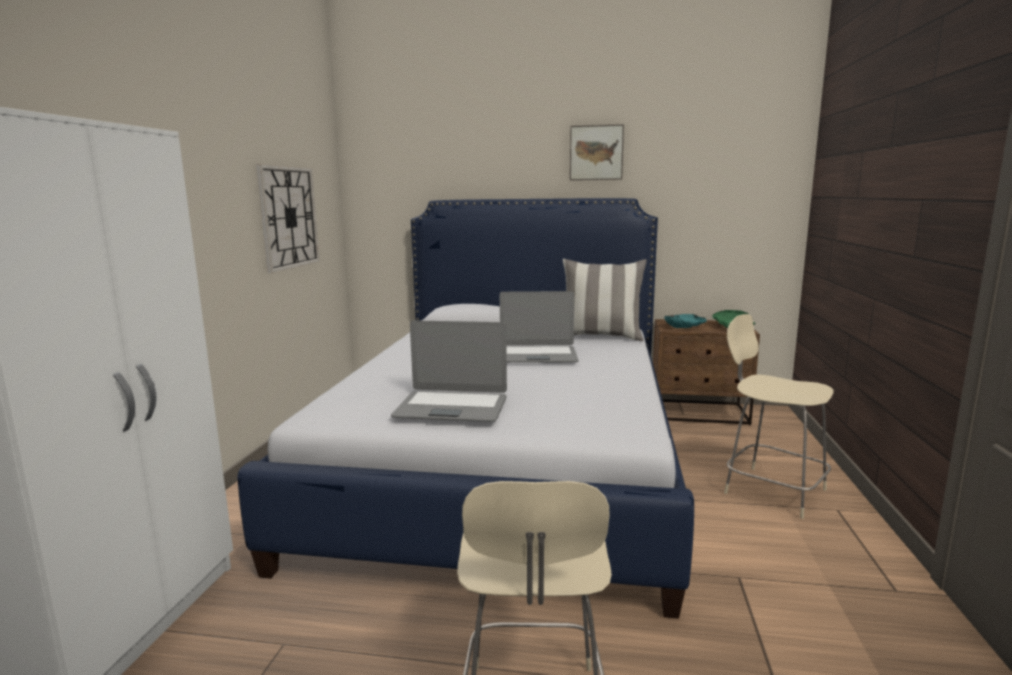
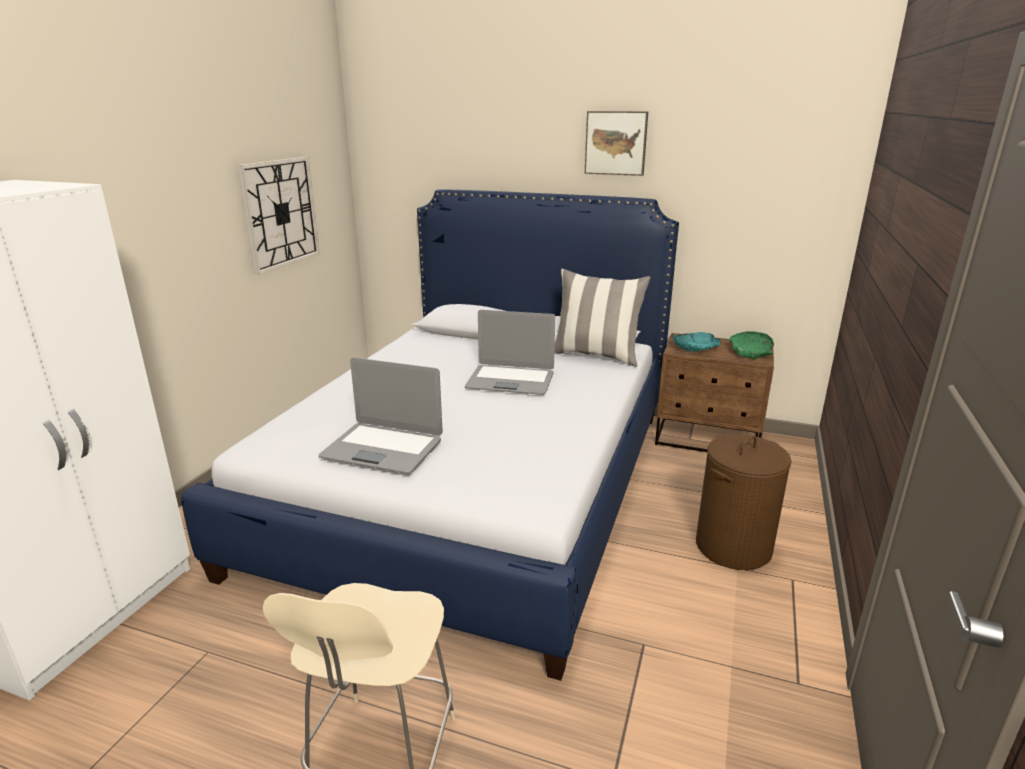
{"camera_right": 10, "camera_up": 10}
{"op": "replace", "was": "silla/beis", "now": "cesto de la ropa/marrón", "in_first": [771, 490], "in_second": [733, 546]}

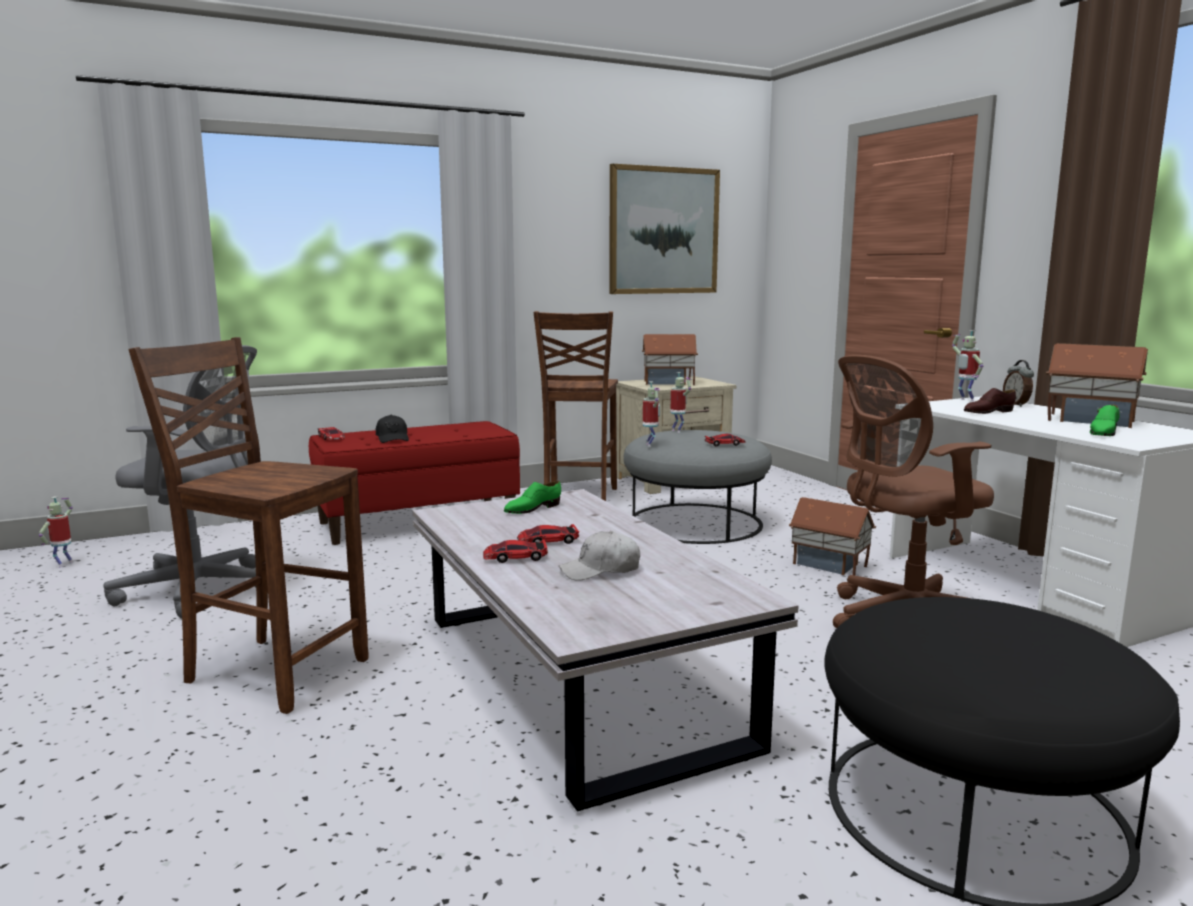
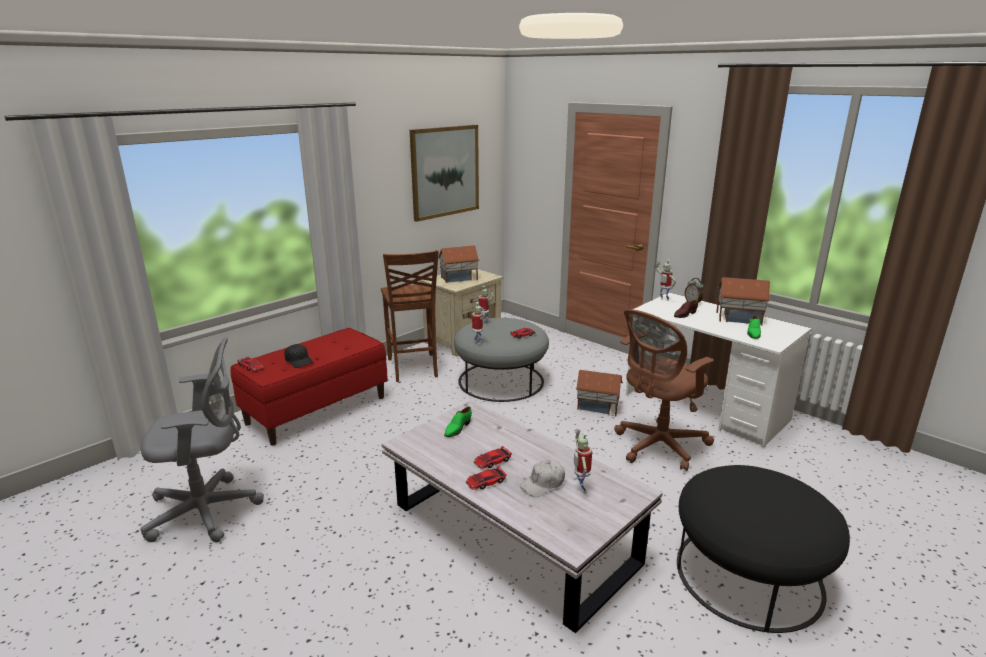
{"camera_right": -20, "camera_up": 10}
{"op": "delete", "was": "silla/marrón", "in_first": [274, 671]}
{"op": "move", "was": "robot de juguete", "in_first": [64, 564], "in_second": [580, 488]}

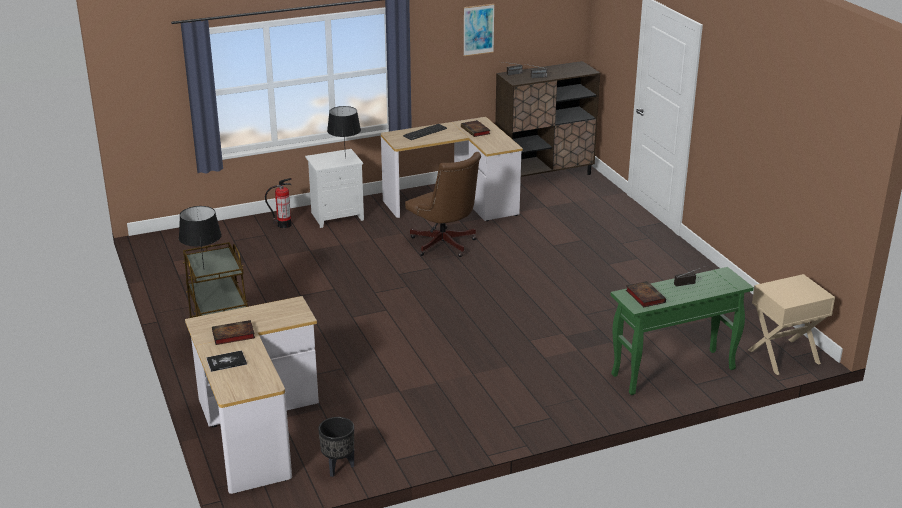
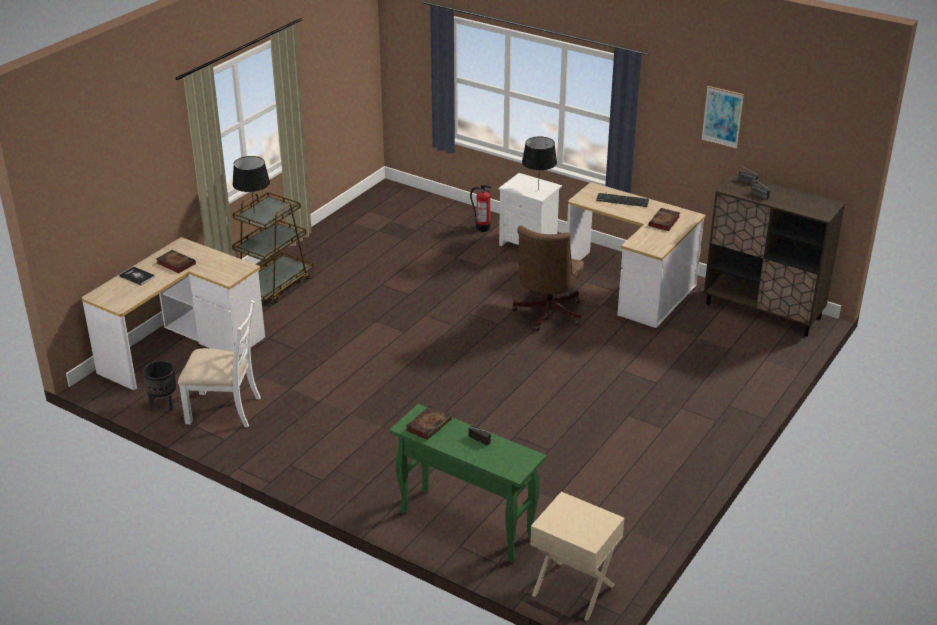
{"camera_right": 55, "camera_up": 5}
{"op": "insert", "now": "silla/blanco", "in_second": [224, 409]}

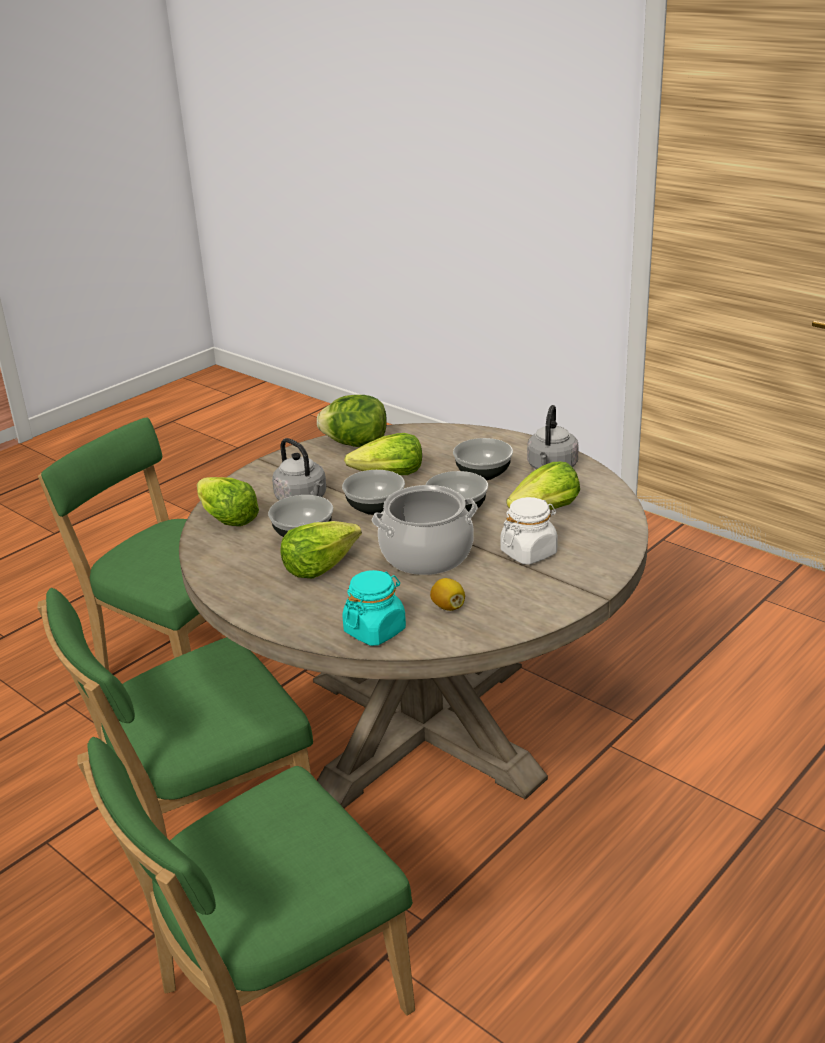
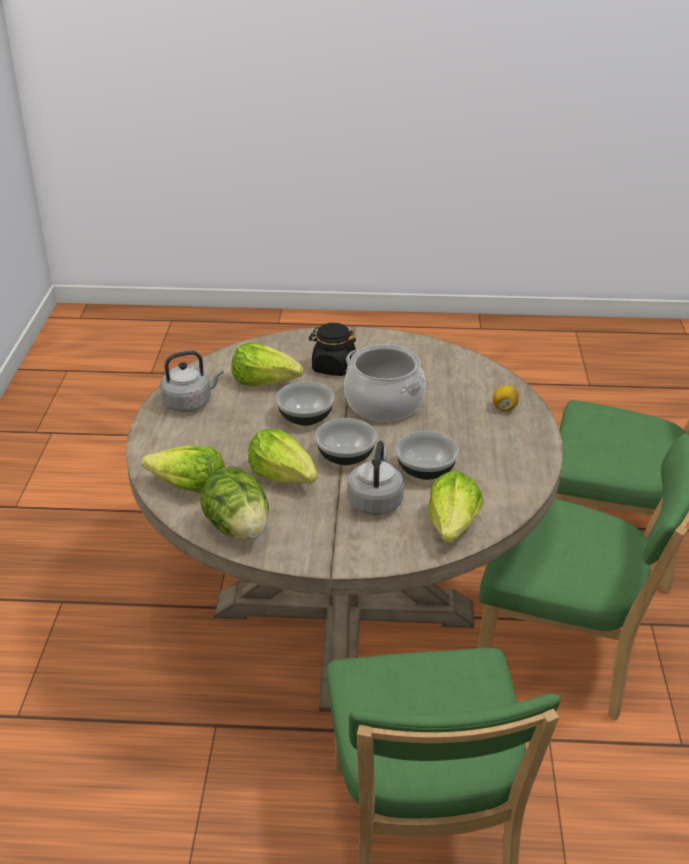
{"camera_right": -130, "camera_up": 5}
{"op": "delete", "was": "tarro/turquesa", "in_first": [375, 630]}
{"op": "delete", "was": "cuenco", "in_first": [484, 474]}
{"op": "move", "was": "lechuga", "in_first": [319, 566], "in_second": [188, 487]}
{"op": "move", "was": "limón", "in_first": [448, 607], "in_second": [504, 408]}
{"op": "recolor", "was": "tarro/blanco", "now": "tarro/negro", "in_first": [529, 553], "in_second": [333, 367]}

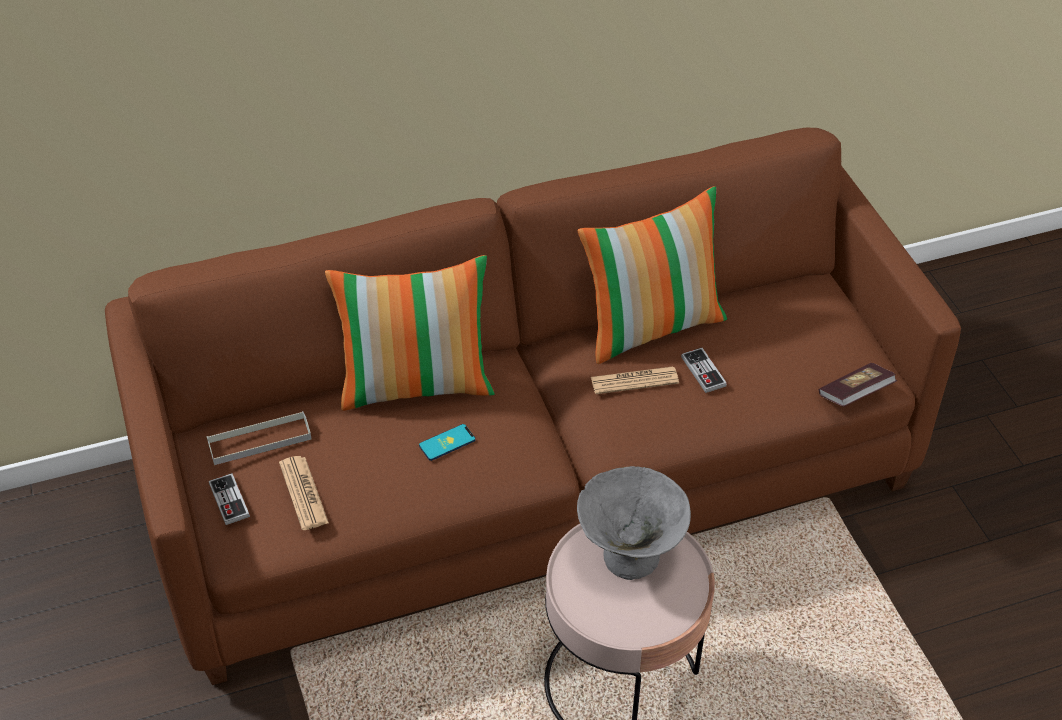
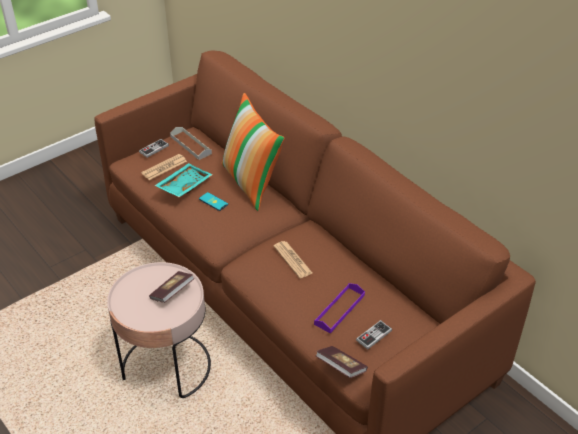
{"camera_right": 70, "camera_up": -5}
{"op": "delete", "was": "cojín", "in_first": [651, 326]}
{"op": "insert", "now": "bandeja/turquesa", "in_second": [183, 185]}
{"op": "insert", "now": "bandeja/morado", "in_second": [339, 310]}
{"op": "move", "was": "mando de consola", "in_first": [703, 371], "in_second": [374, 335]}
{"op": "replace", "was": "cuenco/gris", "now": "libro", "in_first": [630, 555], "in_second": [172, 293]}

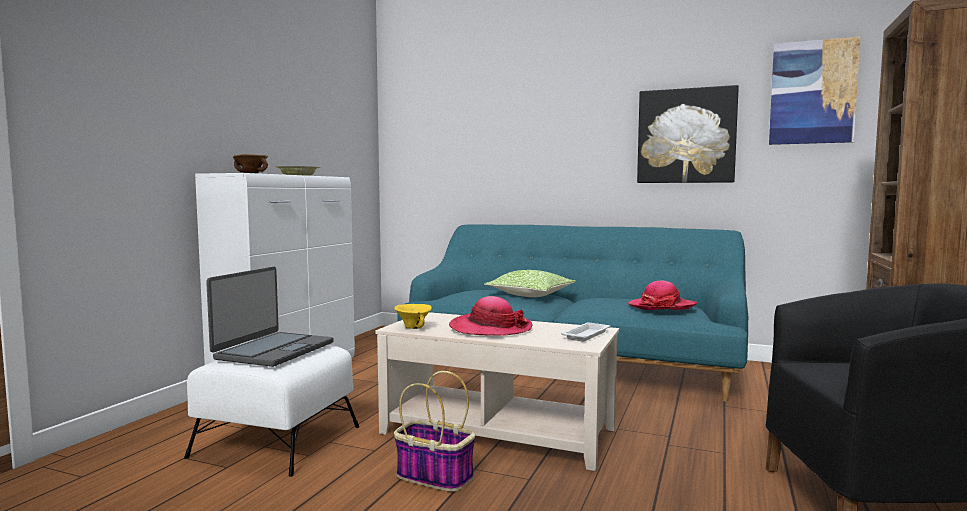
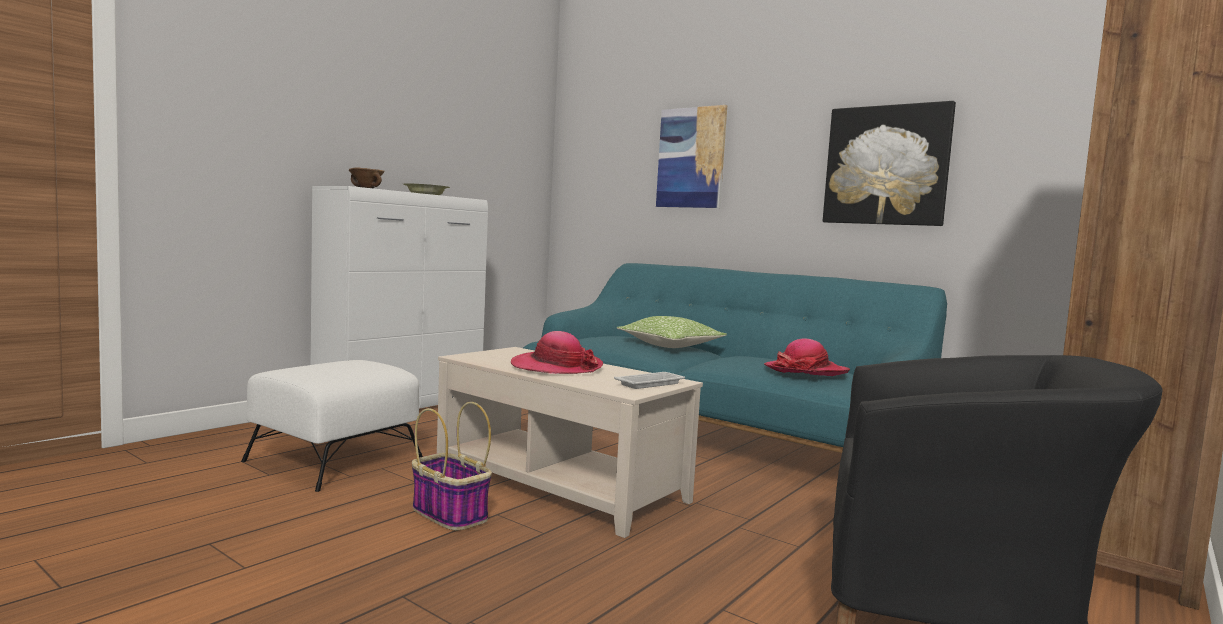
{"camera_right": 15, "camera_up": 0}
{"op": "delete", "was": "portátil", "in_first": [274, 350]}
{"op": "delete", "was": "cuenco/amarillo", "in_first": [412, 327]}
{"op": "move", "was": "cuadro", "in_first": [812, 92], "in_second": [691, 158]}

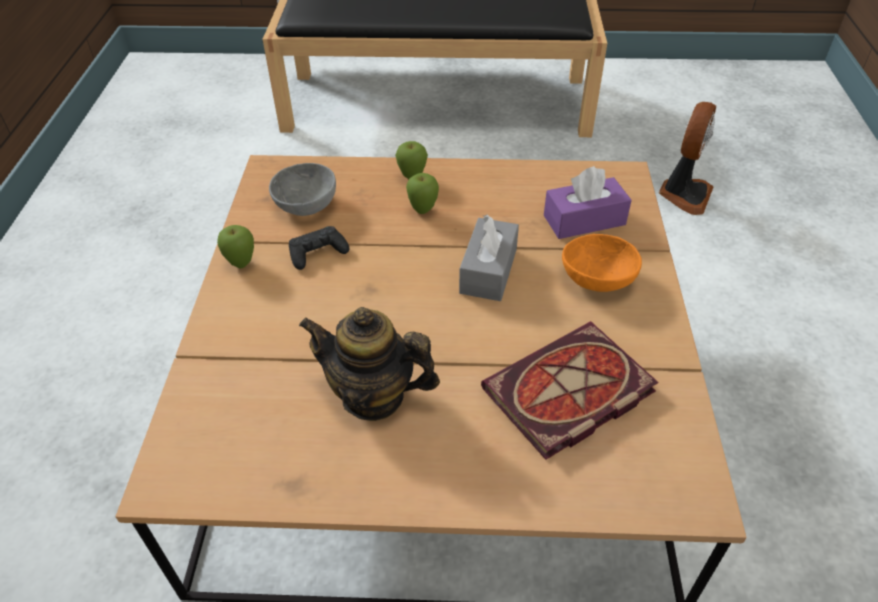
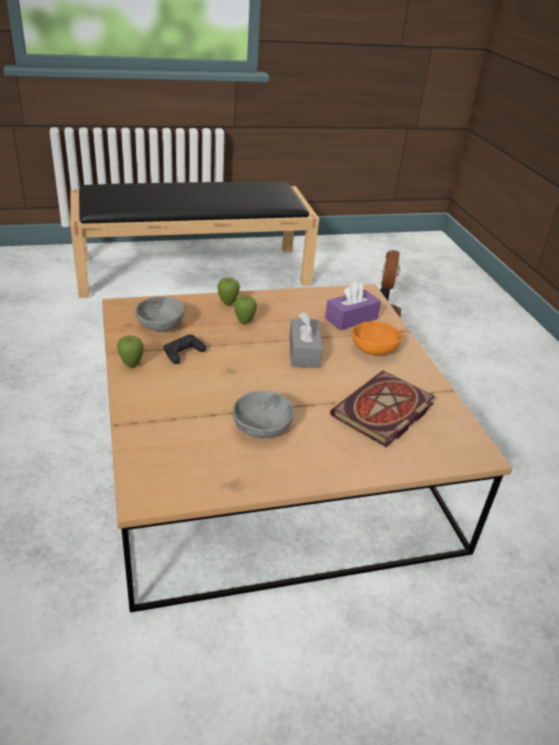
{"camera_right": -20, "camera_up": -10}
{"op": "replace", "was": "tetera", "now": "cuenco/gris", "in_first": [373, 396], "in_second": [262, 429]}

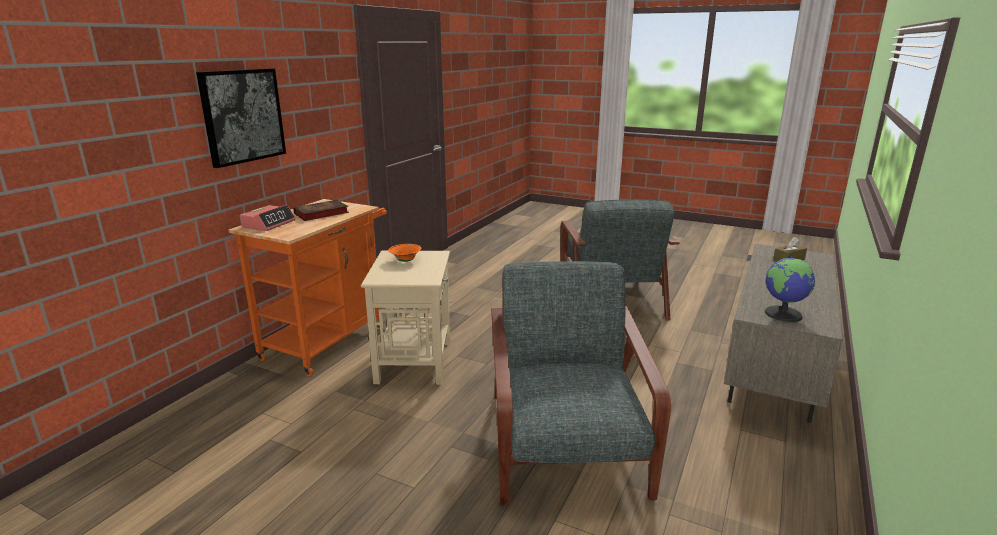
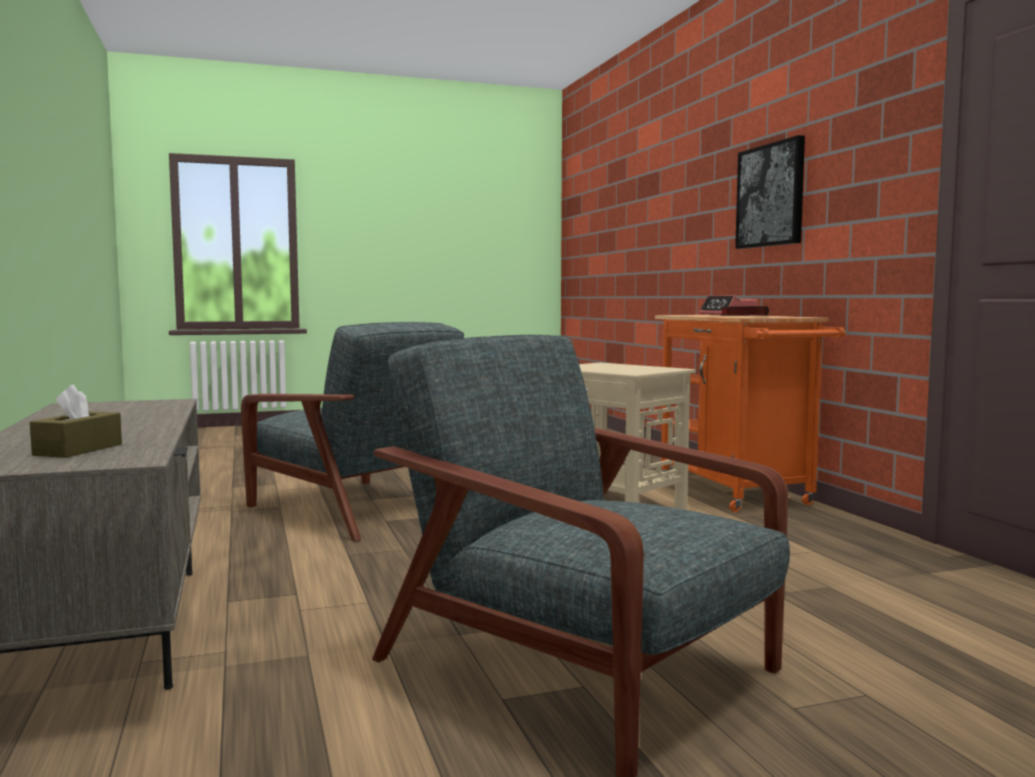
{"camera_right": 135, "camera_up": -15}
{"op": "delete", "was": "cuenco/naranja", "in_first": [405, 261]}
{"op": "delete", "was": "globo terráqueo", "in_first": [784, 314]}

